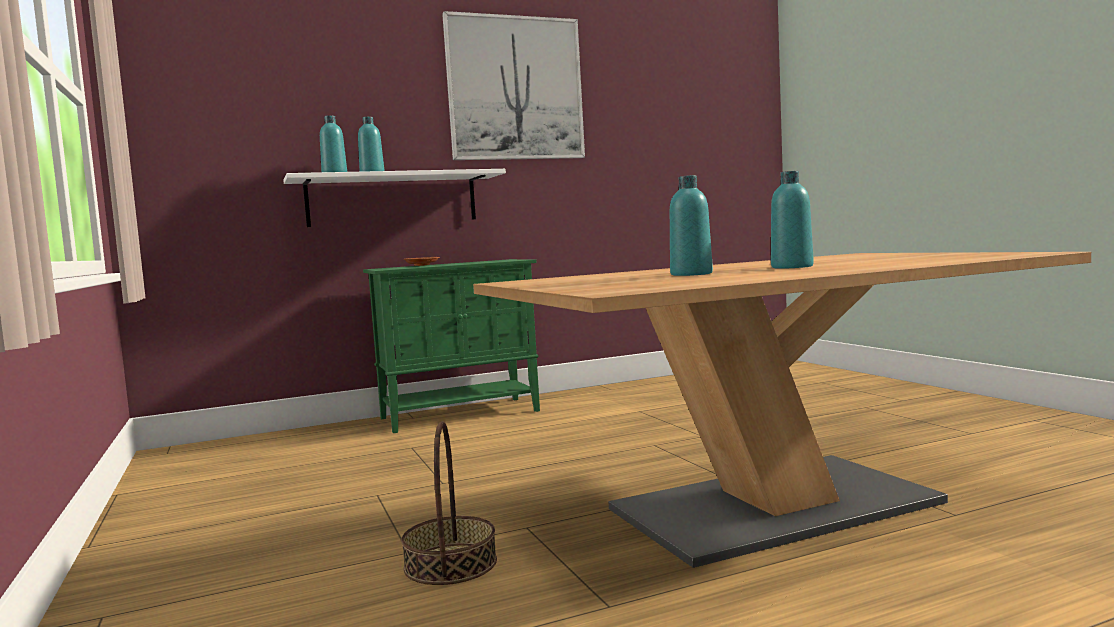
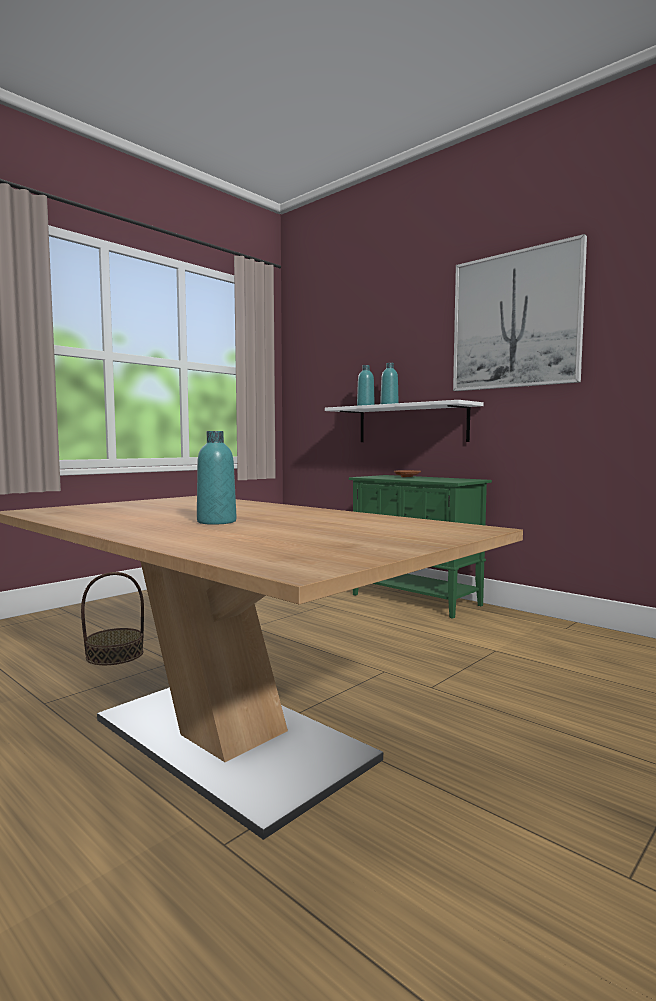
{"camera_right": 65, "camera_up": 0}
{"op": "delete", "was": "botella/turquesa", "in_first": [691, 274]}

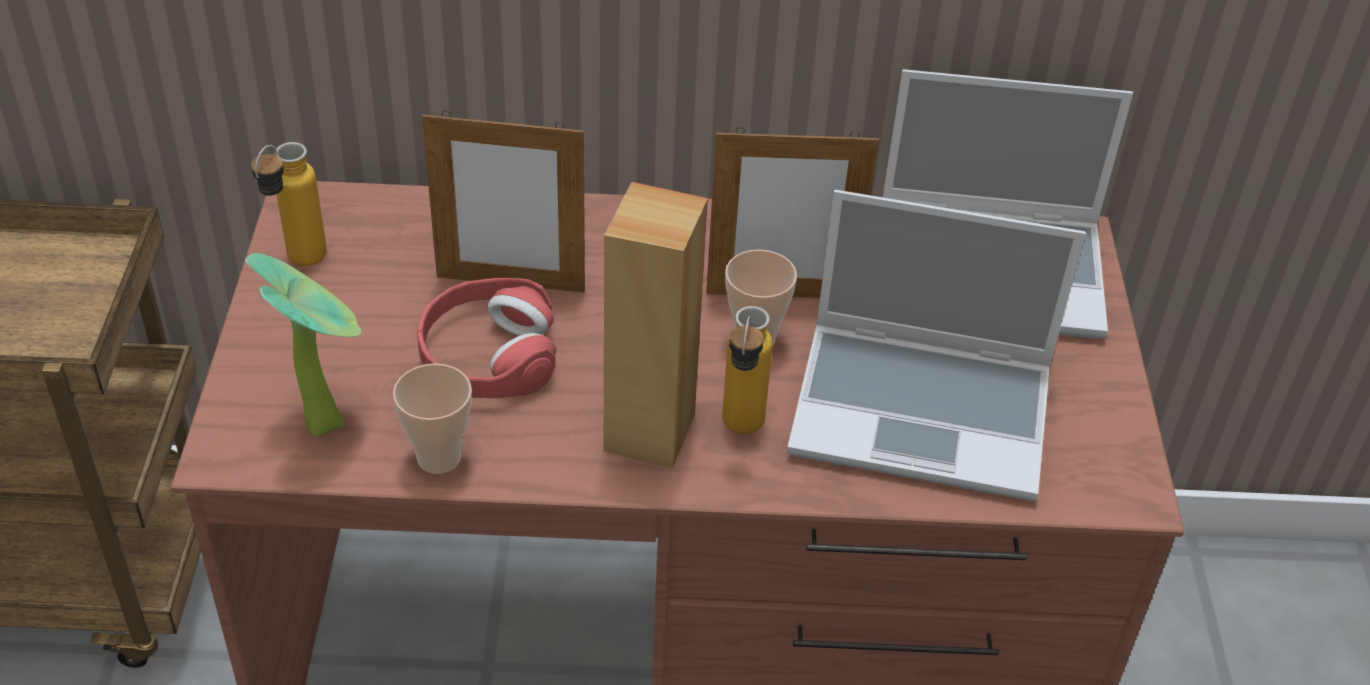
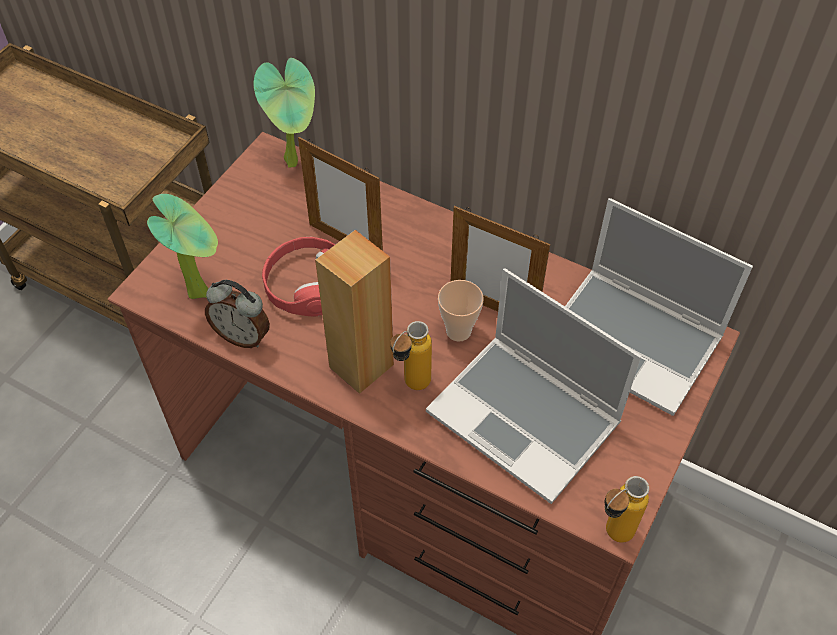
{"camera_right": 30, "camera_up": 10}
{"op": "insert", "now": "planta en maceta", "in_second": [295, 161]}
{"op": "move", "was": "botella", "in_first": [298, 265], "in_second": [611, 537]}
{"op": "replace", "was": "taza", "now": "despertador", "in_first": [439, 458], "in_second": [243, 336]}

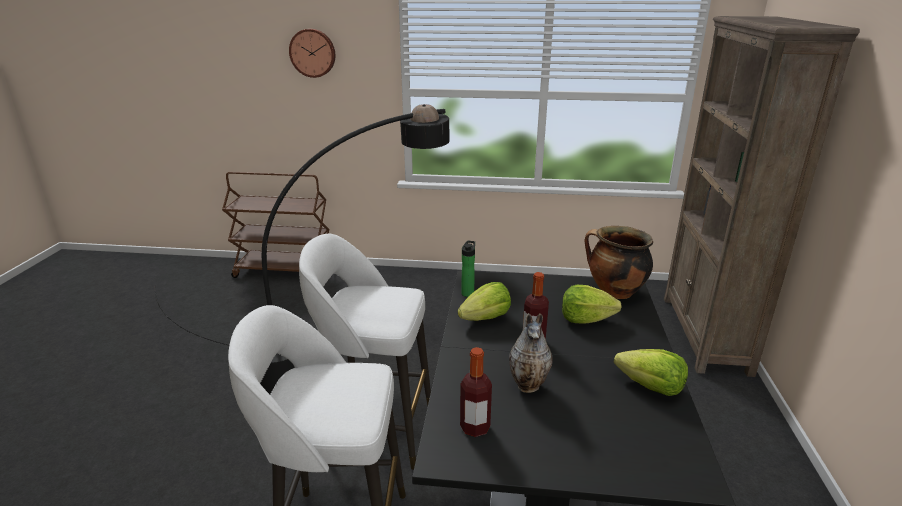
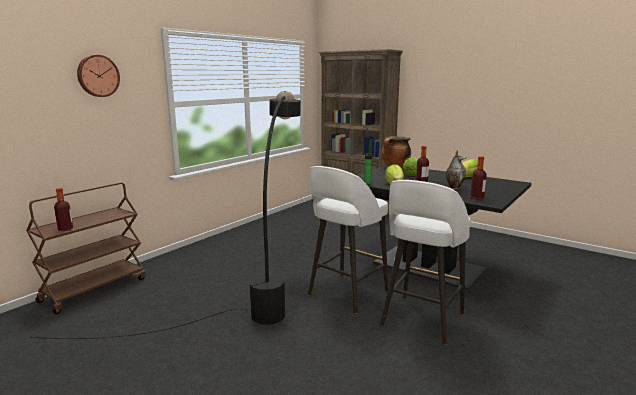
{"camera_right": -60, "camera_up": -10}
{"op": "insert", "now": "botella", "in_second": [65, 229]}

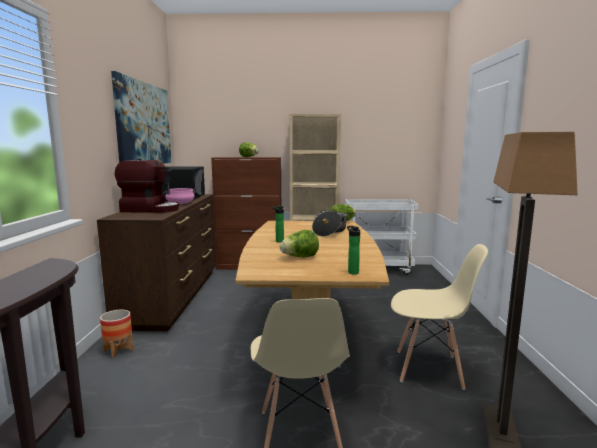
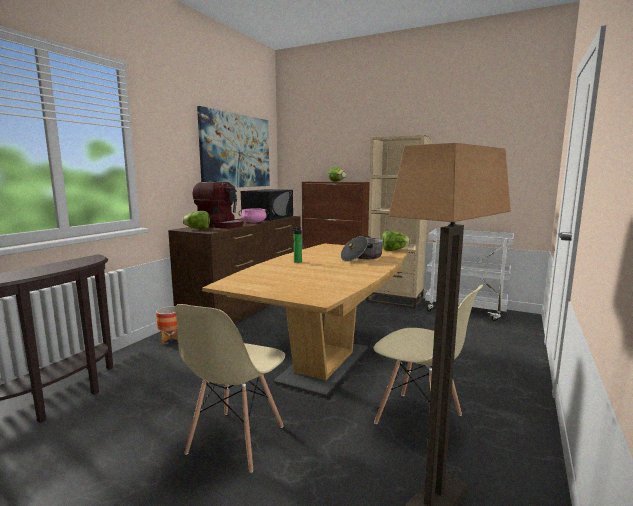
{"camera_right": 25, "camera_up": 0}
{"op": "delete", "was": "botella", "in_first": [352, 272]}
{"op": "move", "was": "lechuga", "in_first": [300, 257], "in_second": [197, 229]}

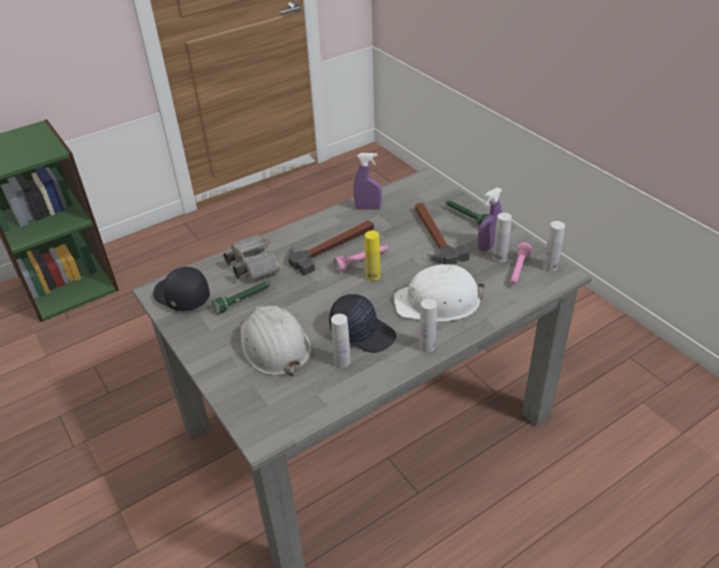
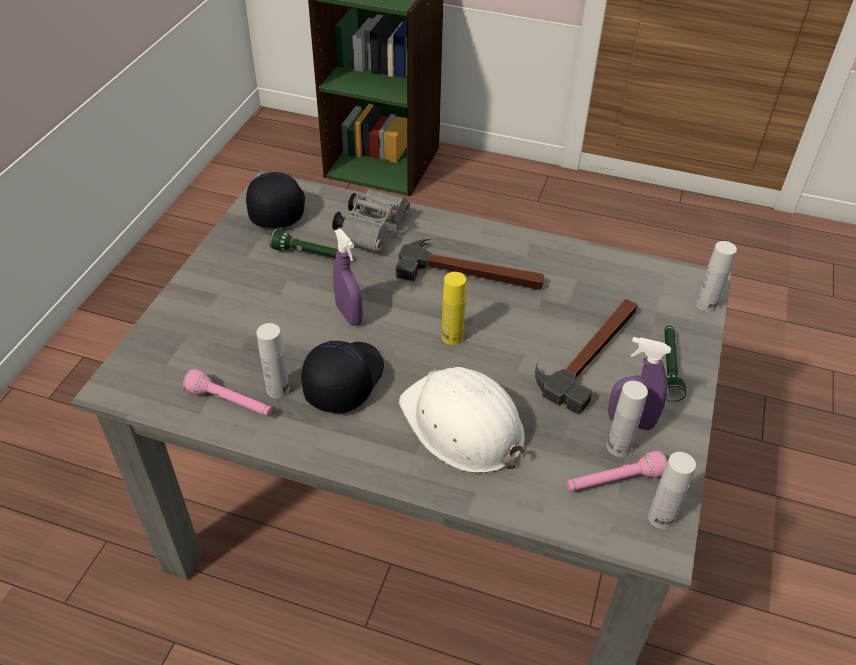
{"camera_right": 50, "camera_up": 5}
{"op": "delete", "was": "casco/blanco", "in_first": [274, 345]}
{"op": "move", "was": "linterna/rosa", "in_first": [362, 261], "in_second": [231, 402]}
{"op": "move", "was": "pulverizador/morado", "in_first": [368, 208], "in_second": [349, 315]}
{"op": "move", "was": "botella/blanco", "in_first": [427, 346], "in_second": [706, 305]}
{"op": "rotate", "was": "gorra/negro", "in_first": [362, 332], "in_second": [343, 380], "clockwise": -150}

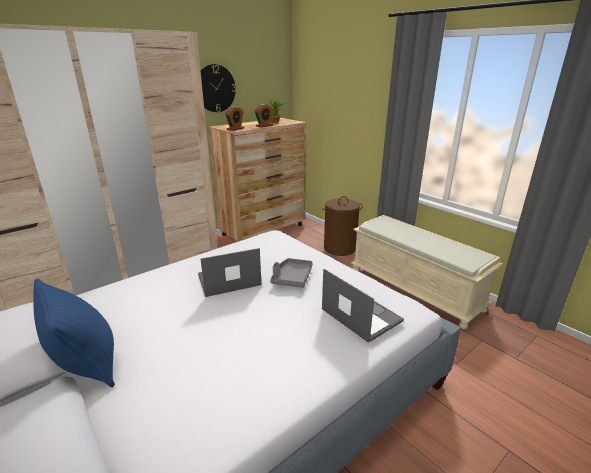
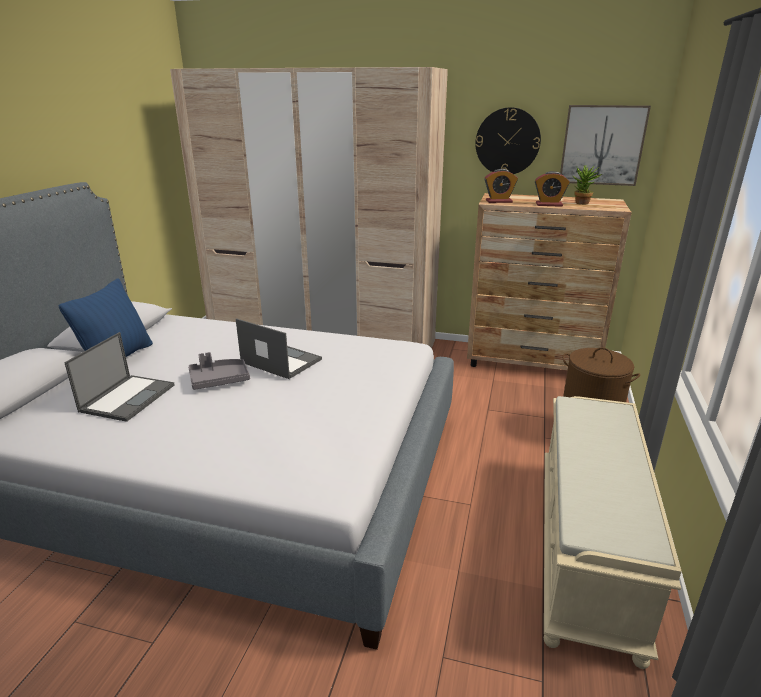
{"camera_right": 55, "camera_up": 0}
{"op": "insert", "now": "cuadro", "in_second": [602, 145]}
{"op": "move", "was": "bandeja/gris", "in_first": [292, 278], "in_second": [219, 380]}
{"op": "move", "was": "portátil", "in_first": [360, 314], "in_second": [128, 397]}

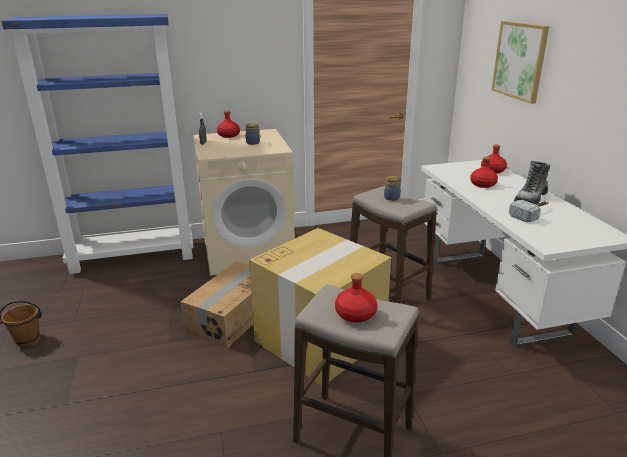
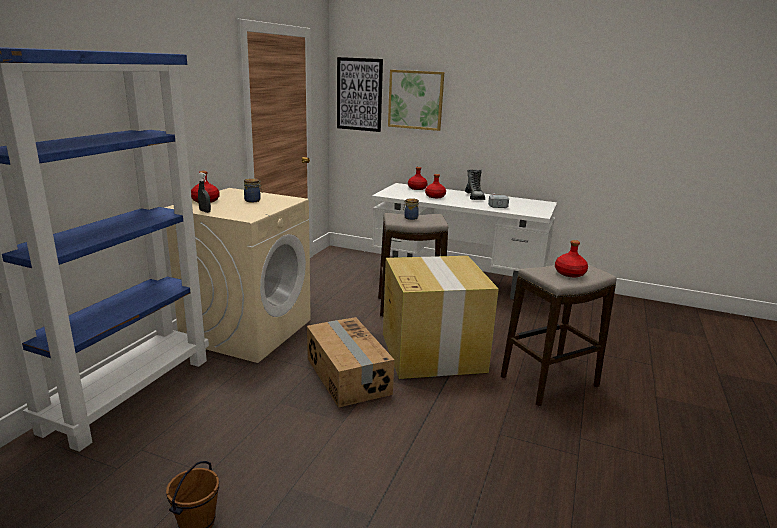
{"camera_right": -55, "camera_up": -5}
{"op": "insert", "now": "cuadro", "in_second": [359, 94]}

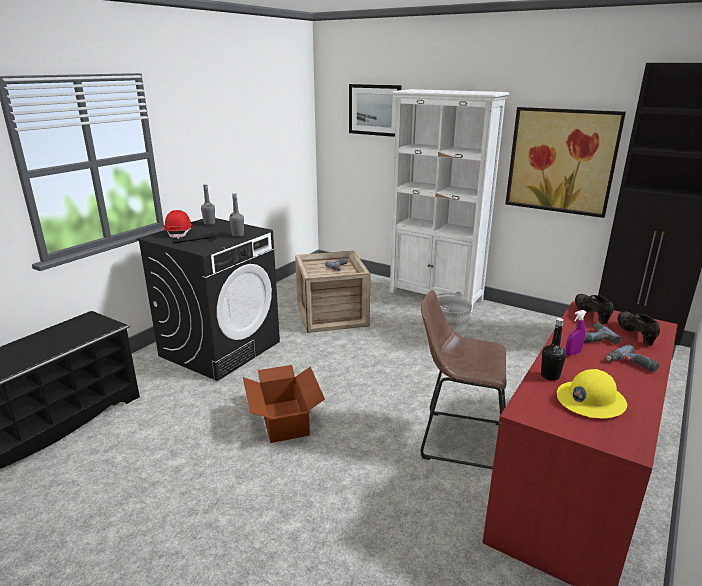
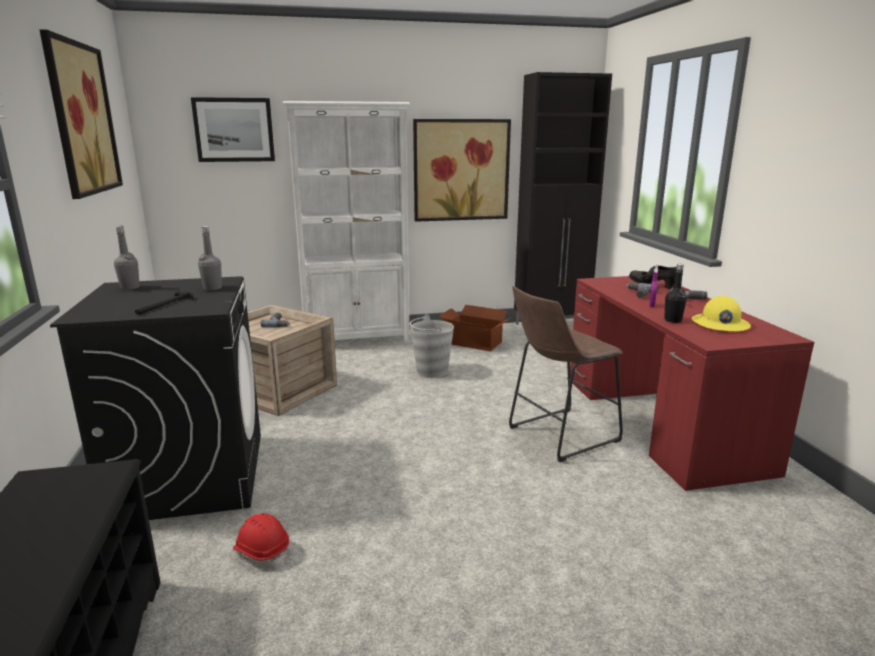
{"camera_right": -45, "camera_up": -5}
{"op": "delete", "was": "zapato/negro", "in_first": [591, 315]}
{"op": "insert", "now": "cuadro", "in_second": [82, 119]}
{"op": "move", "was": "casco/rojo", "in_first": [179, 233], "in_second": [262, 551]}
{"op": "move", "was": "caja de cartón", "in_first": [285, 420], "in_second": [474, 342]}

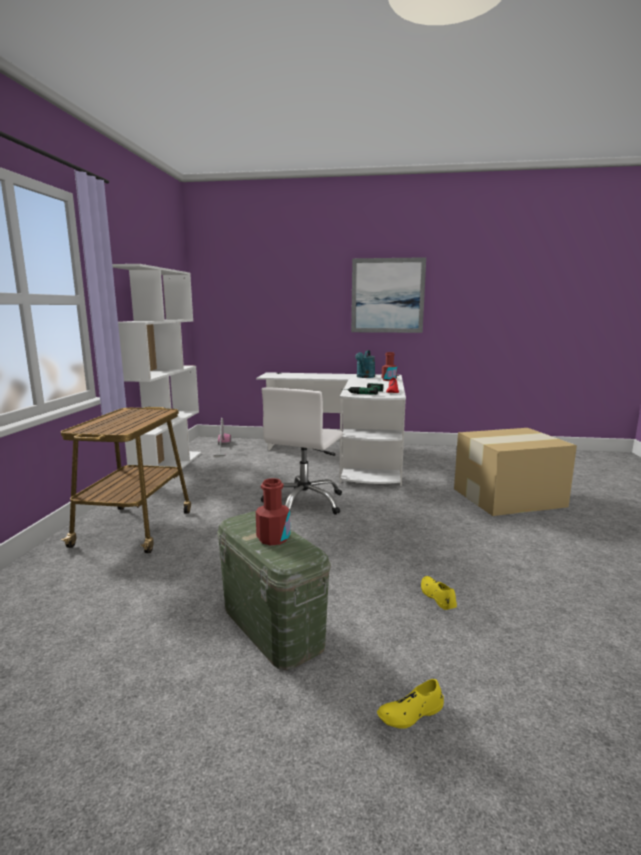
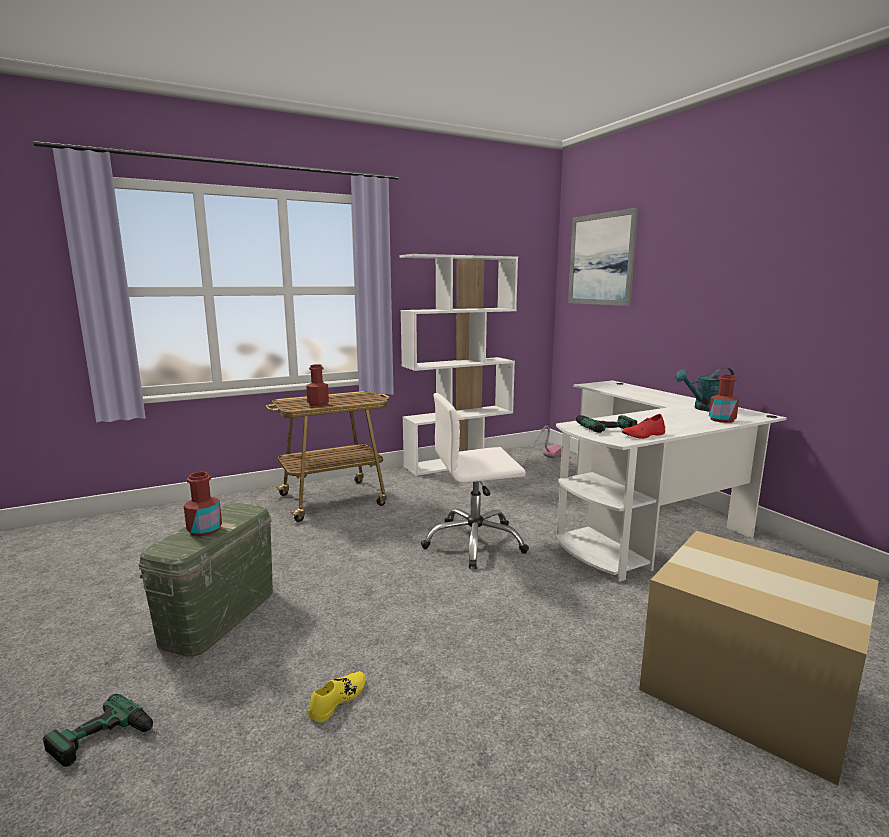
{"camera_right": 55, "camera_up": 0}
{"op": "insert", "now": "botella/rojo", "in_second": [318, 404]}
{"op": "move", "was": "cuadro", "in_first": [387, 295], "in_second": [601, 259]}
{"op": "replace", "was": "zapato/amarillo", "now": "taladro", "in_first": [410, 713], "in_second": [108, 742]}

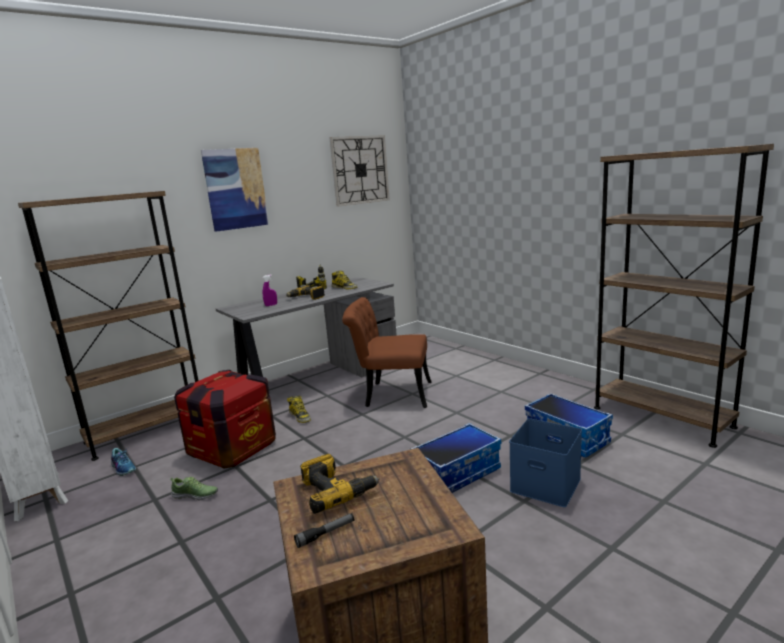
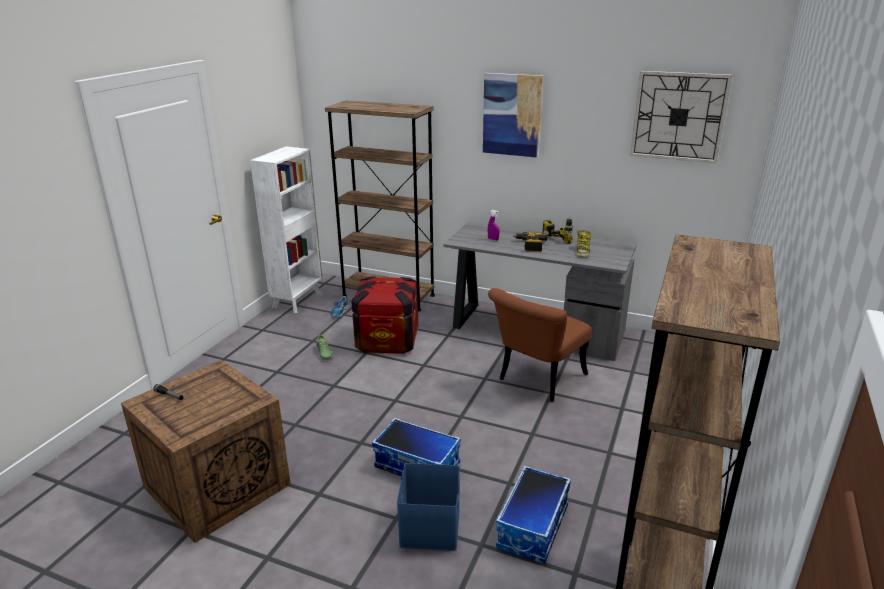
{"camera_right": 60, "camera_up": 10}
{"op": "delete", "was": "bota", "in_first": [300, 416]}
{"op": "delete", "was": "taladro", "in_first": [336, 491]}
{"op": "rotate", "was": "silla/marrón", "in_first": [390, 394], "in_second": [537, 381], "clockwise": -120}

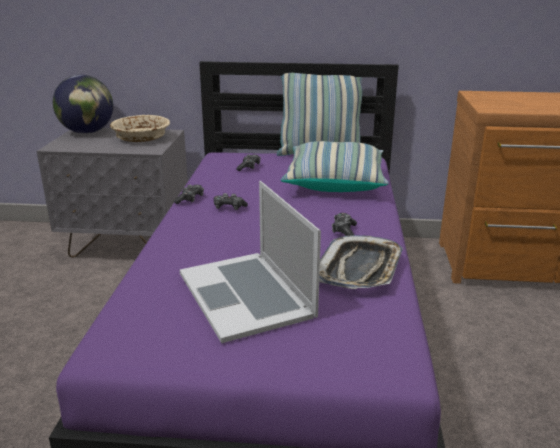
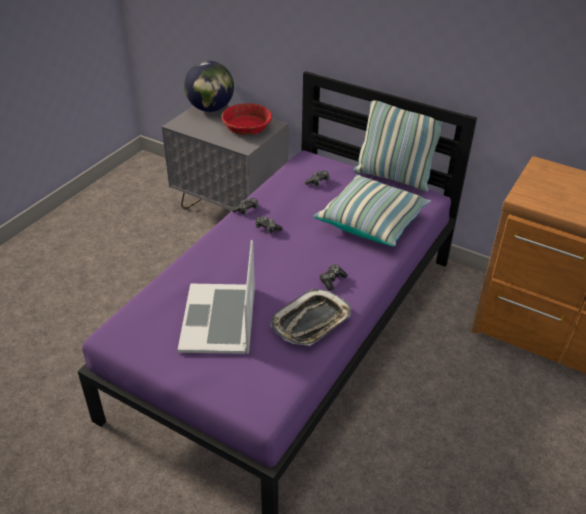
{"camera_right": 25, "camera_up": 15}
{"op": "recolor", "was": "cuenco/beis", "now": "cuenco/rojo", "in_first": [141, 138], "in_second": [246, 127]}

